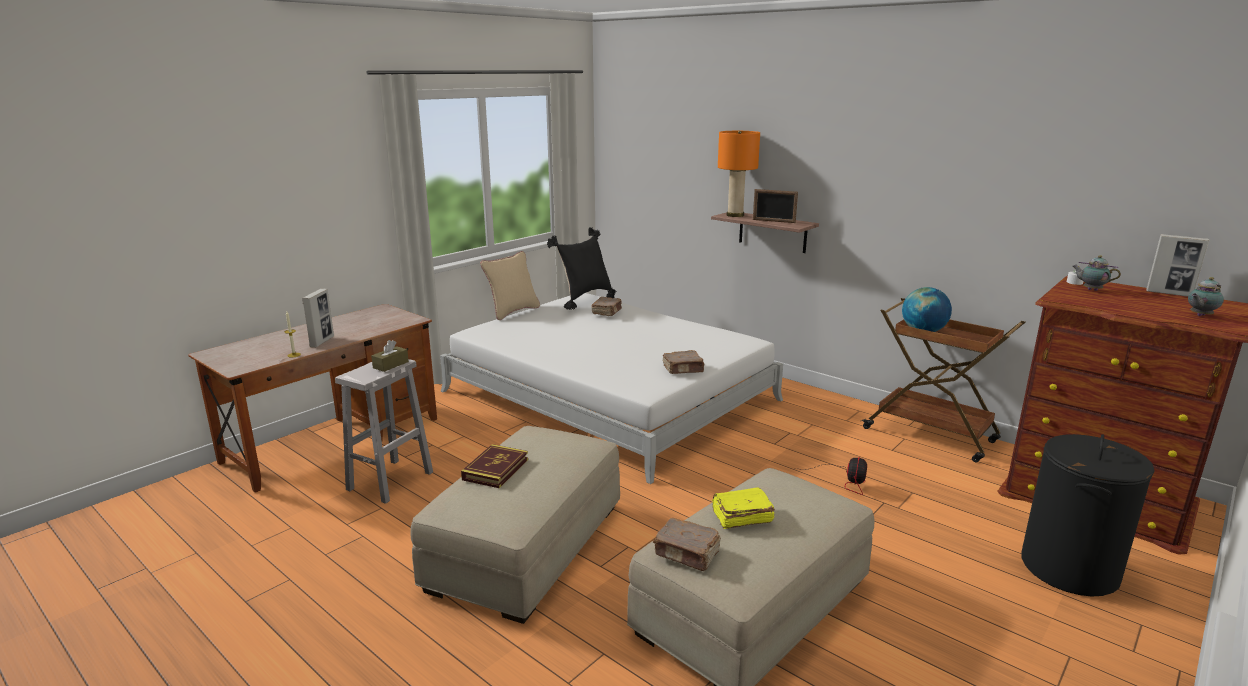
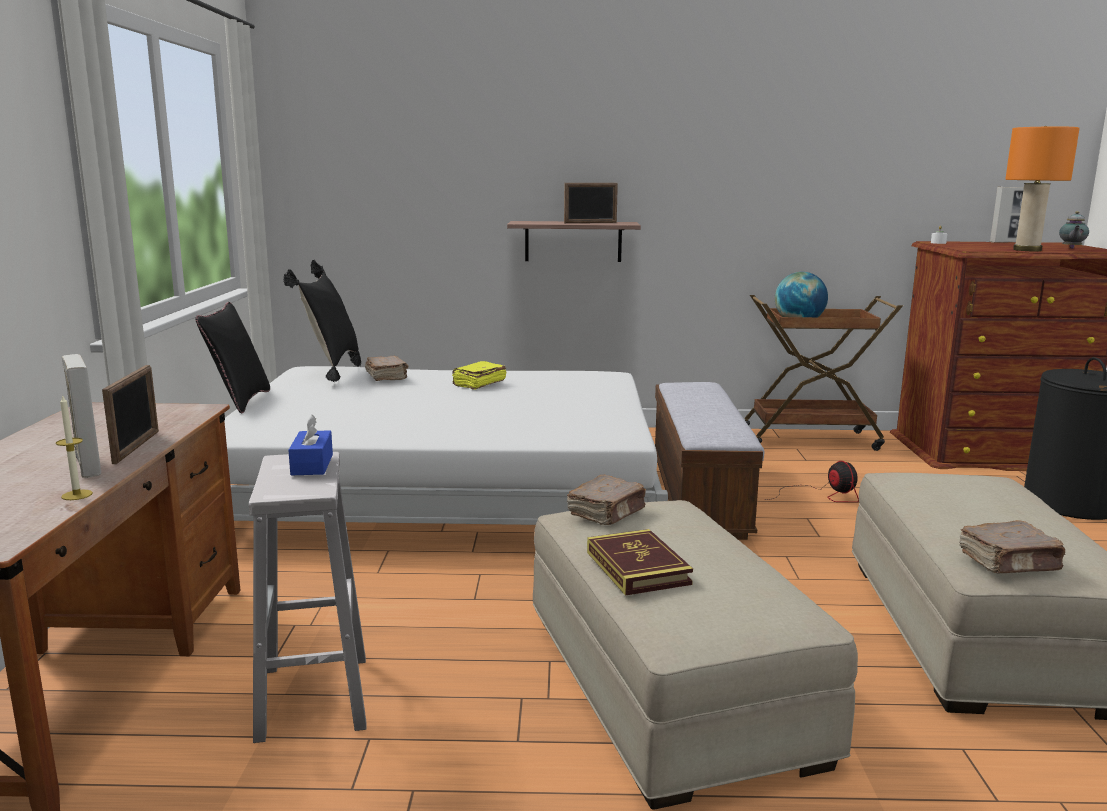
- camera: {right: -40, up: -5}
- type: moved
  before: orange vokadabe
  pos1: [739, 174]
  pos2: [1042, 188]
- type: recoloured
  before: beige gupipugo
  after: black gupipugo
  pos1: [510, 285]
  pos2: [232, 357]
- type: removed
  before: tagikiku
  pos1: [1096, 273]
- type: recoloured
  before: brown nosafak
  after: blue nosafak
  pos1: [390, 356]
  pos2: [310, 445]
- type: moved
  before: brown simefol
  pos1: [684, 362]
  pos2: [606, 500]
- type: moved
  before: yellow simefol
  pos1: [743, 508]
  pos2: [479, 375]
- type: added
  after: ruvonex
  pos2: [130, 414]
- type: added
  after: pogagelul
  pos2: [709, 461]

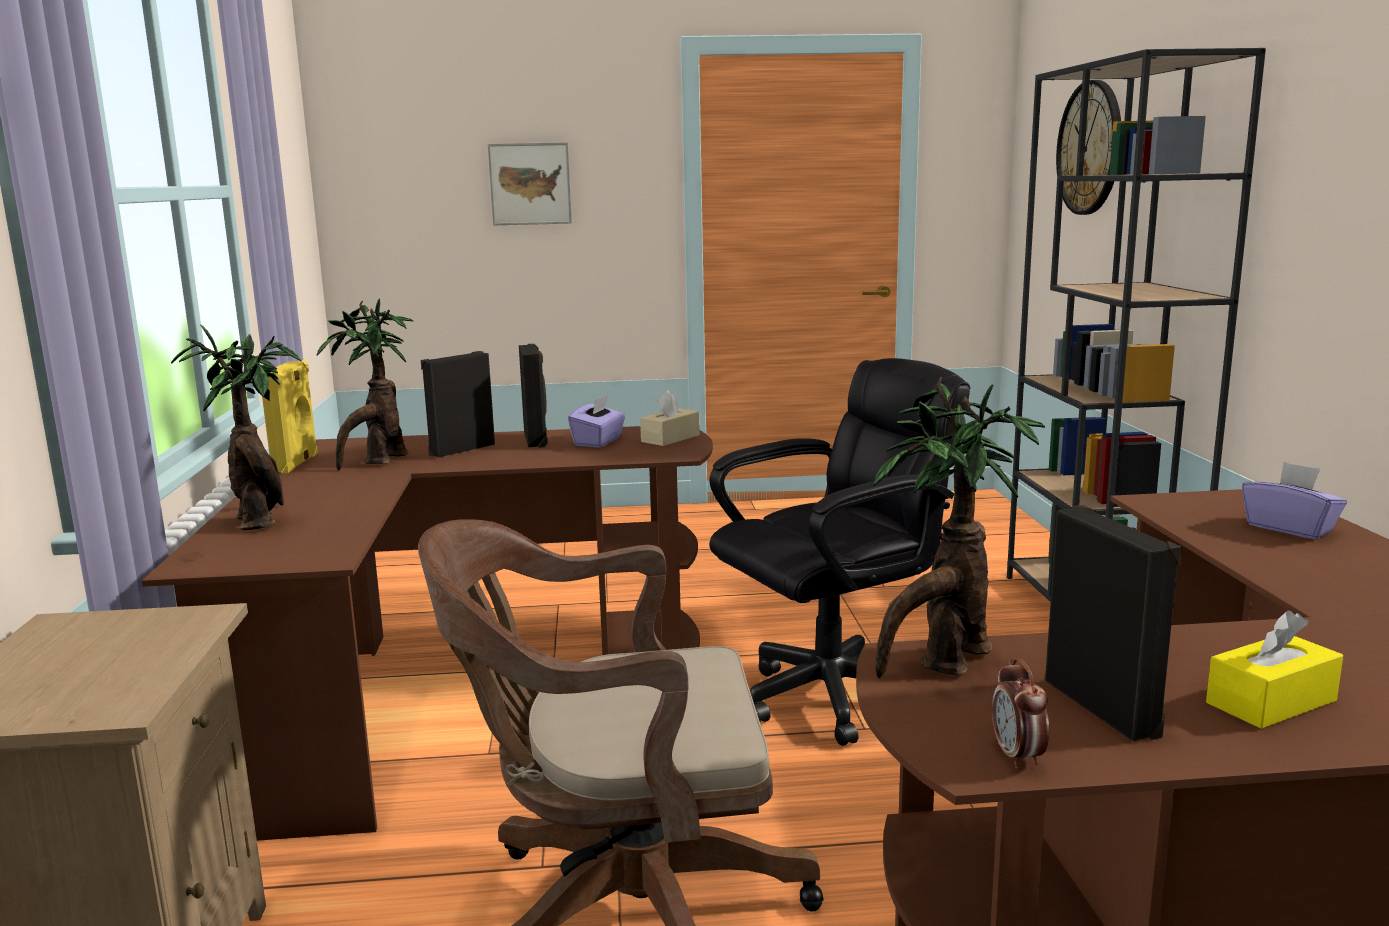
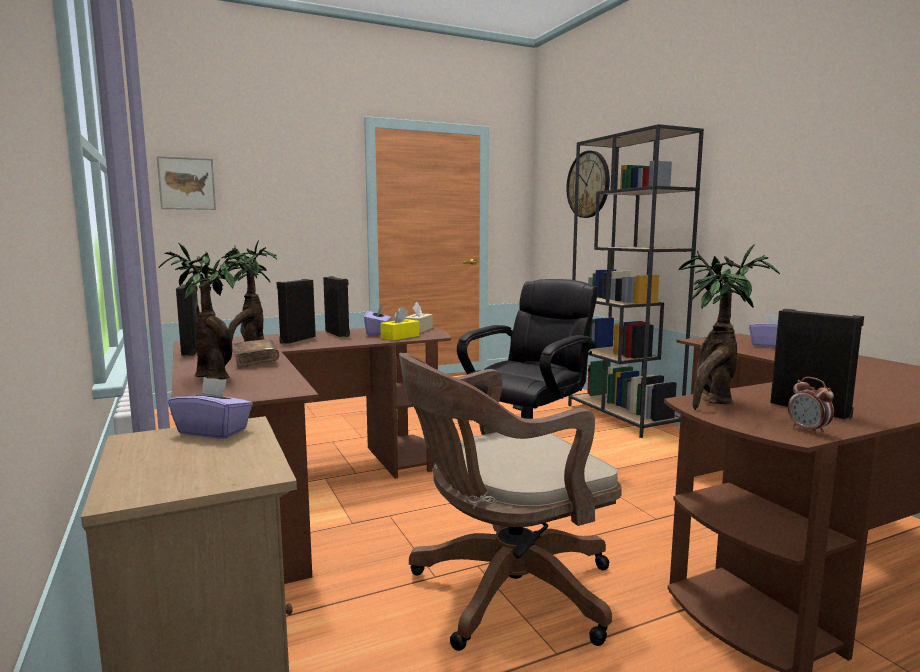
- camera: {right: -20, up: -5}
- type: moved
  before: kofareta
  pos1: [530, 183]
  pos2: [186, 183]
- type: recoloured
  before: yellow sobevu
  after: black sobevu
  pos1: [290, 416]
  pos2: [188, 320]
- type: moved
  before: yellow nosafak
  pos1: [1274, 669]
  pos2: [399, 324]
- type: added
  after: brown simefol
  pos2: [256, 354]
- type: added
  after: purple nosafak
  pos2: [210, 408]

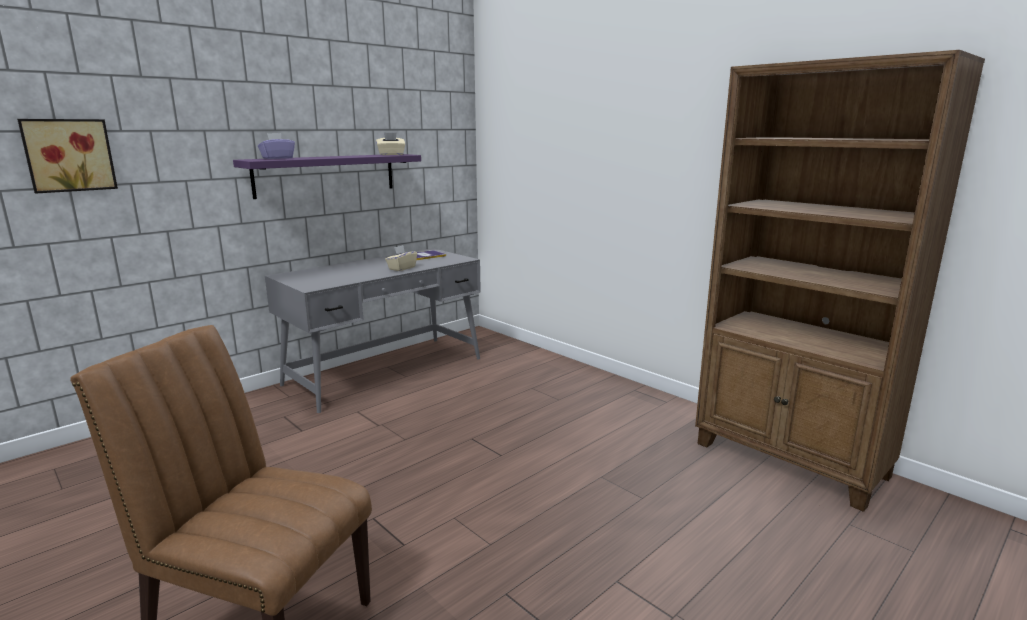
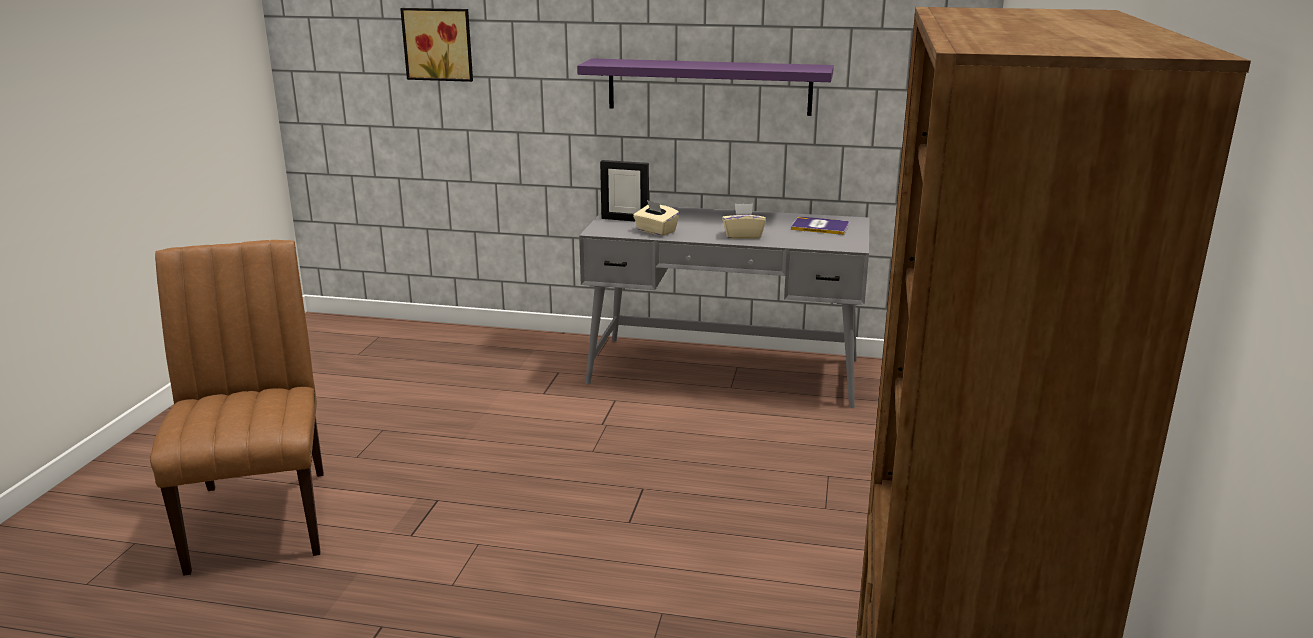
- camera: {right: 55, up: 5}
- type: moved
  before: beige nosafak
  pos1: [390, 143]
  pos2: [656, 218]
- type: removed
  before: purple nosafak
  pos1: [276, 146]
- type: added
  after: ruvonex
  pos2: [624, 190]

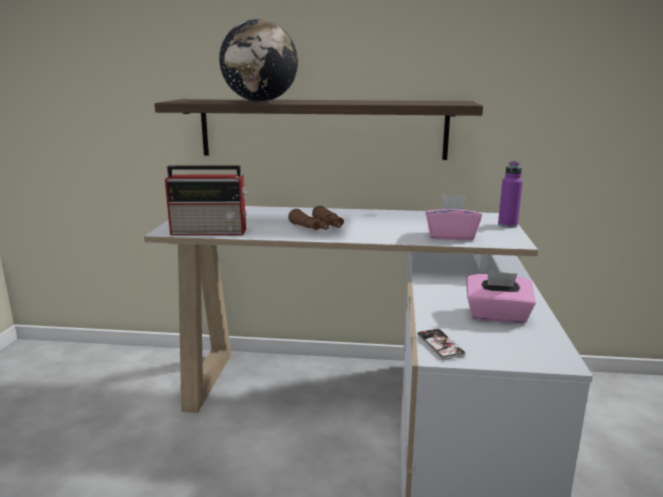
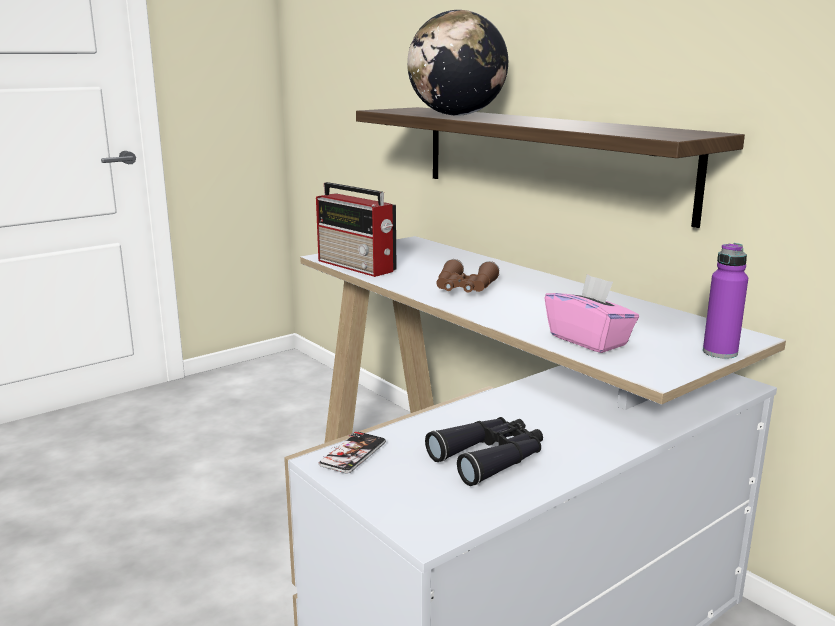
- camera: {right: 45, up: 0}
- type: replaced
  before: pink nosafak
  after: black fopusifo
  pos1: [501, 297]
  pos2: [484, 451]

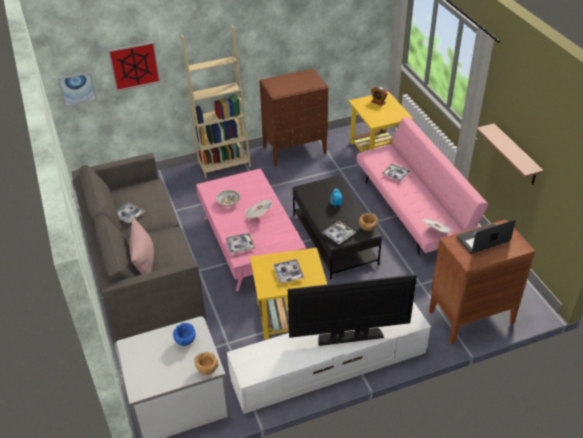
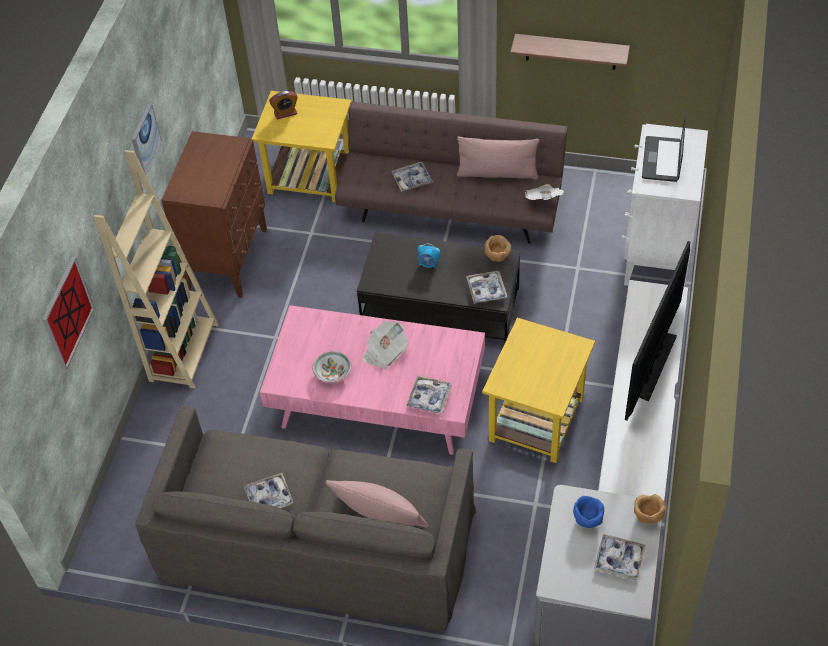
- camera: {right: -55, up: 10}
- type: moved
  before: kofareta
  pos1: [77, 89]
  pos2: [147, 139]
- type: recoloured
  before: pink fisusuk
  after: brown fisusuk
  pos1: [422, 186]
  pos2: [451, 172]
- type: recoloured
  before: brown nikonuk
  after: white nikonuk
  pos1: [482, 281]
  pos2: [665, 205]
- type: moved
  before: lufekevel
  pos1: [288, 271]
  pos2: [620, 557]
- type: added
  after: pink gupipugo
  pos2: [498, 158]

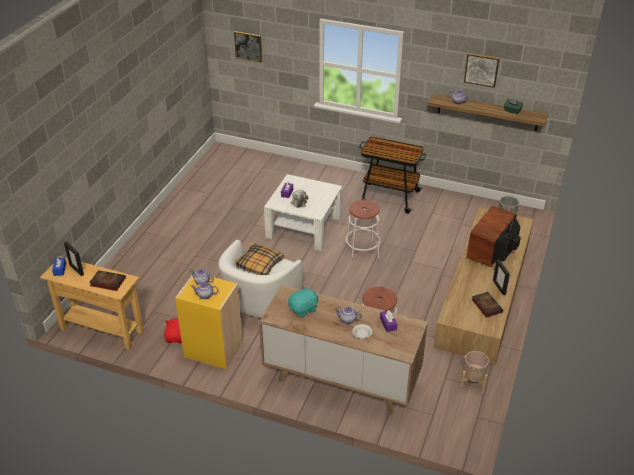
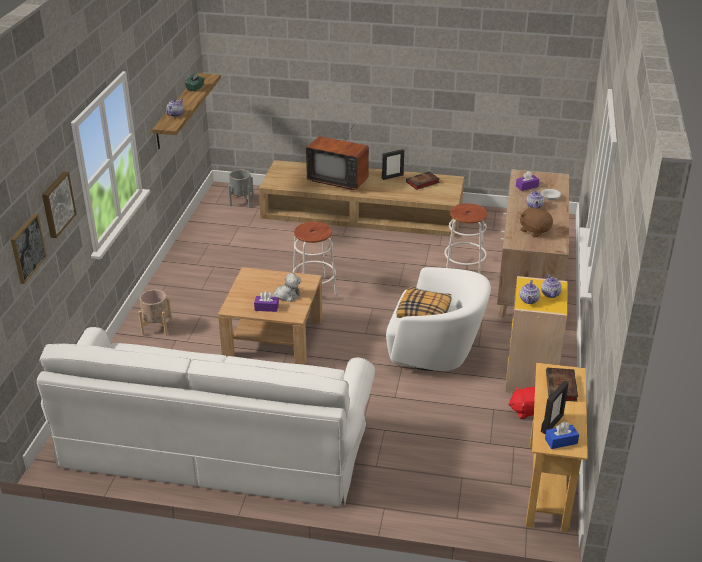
- camera: {right: -100, up: -5}
- type: moved
  before: kofareta
  pos1: [481, 70]
  pos2: [59, 205]
- type: removed
  before: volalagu
  pos1: [392, 175]
- type: recoloured
  before: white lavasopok
  after: brown lavasopok
  pos1: [303, 212]
  pos2: [270, 316]
- type: recoloured
  before: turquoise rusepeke
  after: brown rusepeke
  pos1: [303, 302]
  pos2: [536, 221]
- type: moved
  before: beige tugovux
  pos1: [474, 372]
  pos2: [155, 312]
- type: added
  after: white fisusuk
  pos2: [206, 417]

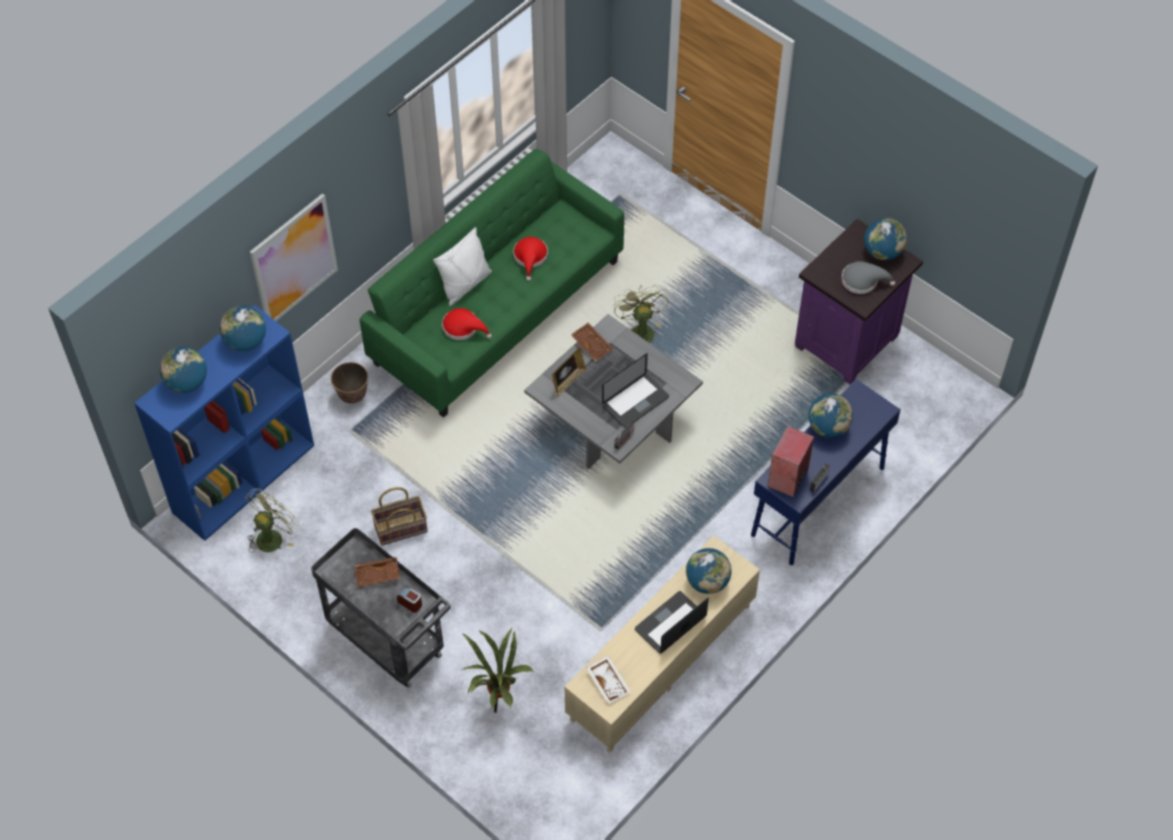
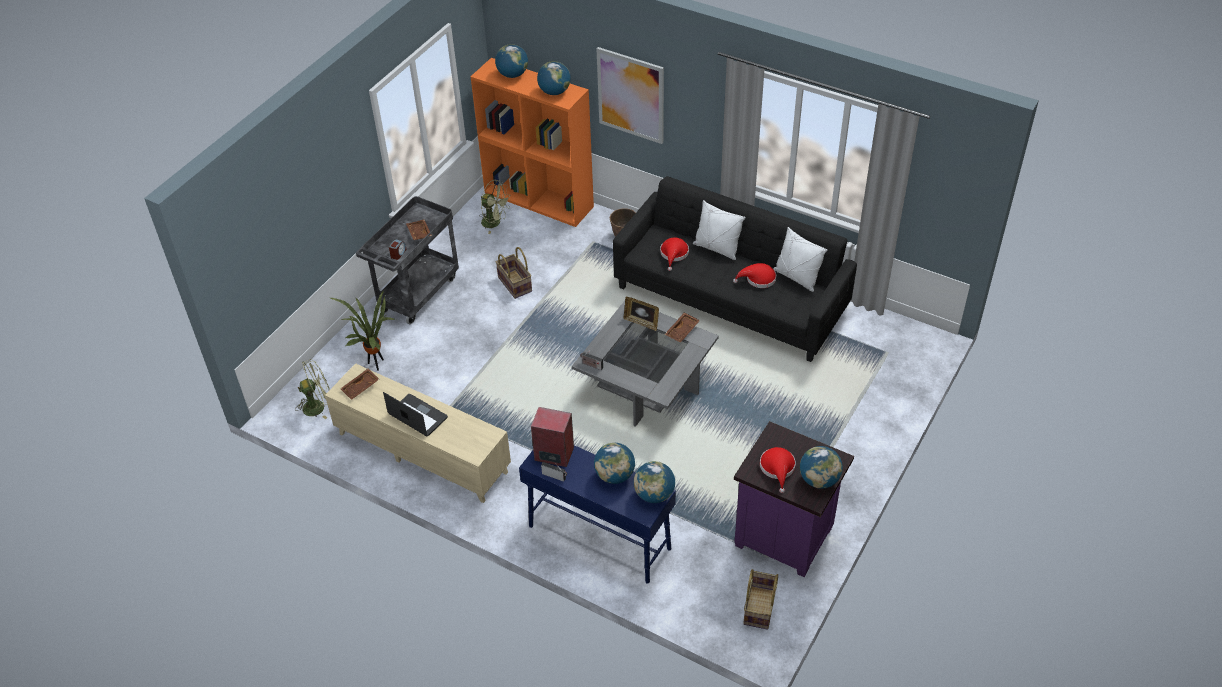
- camera: {right: 80, up: -10}
- type: recoloured
  before: green fisusuk
  after: black fisusuk
  pos1: [492, 283]
  pos2: [735, 269]
- type: recoloured
  before: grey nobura
  after: red nobura
  pos1: [868, 277]
  pos2: [778, 470]
- type: moved
  before: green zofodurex
  pos1: [641, 314]
  pos2: [312, 389]
- type: recoloured
  before: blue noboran
  after: orange noboran
  pos1: [224, 423]
  pos2: [532, 142]
- type: removed
  before: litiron
  pos1: [635, 390]
- type: moved
  before: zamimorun
  pos1: [709, 571]
  pos2: [654, 482]
- type: recoloured
  before: white lufekevel
  after: brown lufekevel
  pos1: [608, 680]
  pos2: [360, 384]
- type: added
  after: white gupipugo
  pos2: [801, 259]
- type: added
  after: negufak
  pos2: [760, 599]

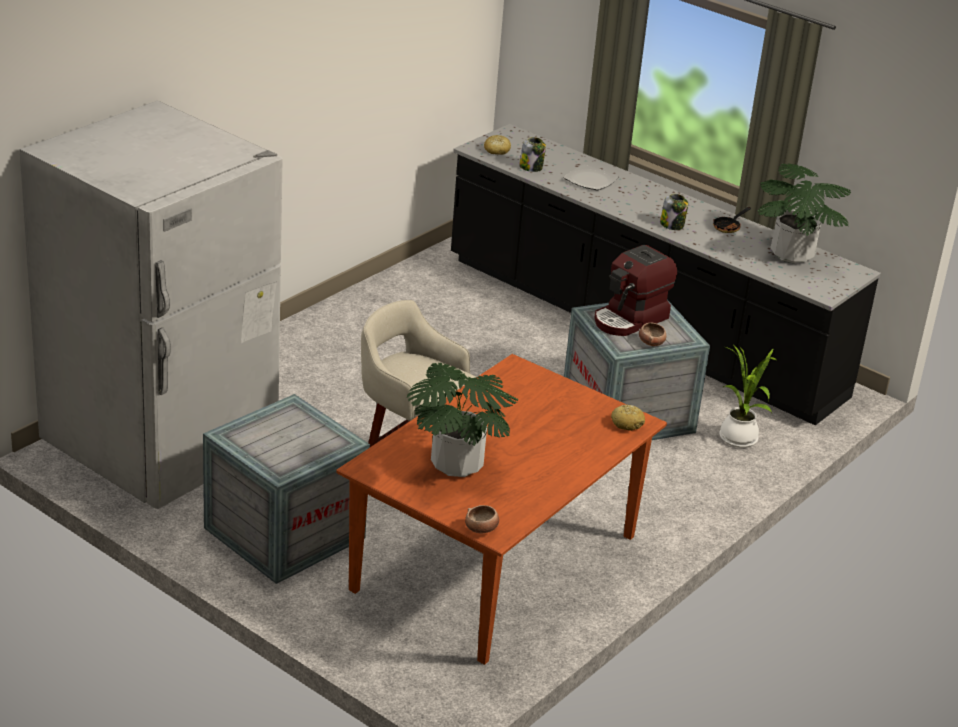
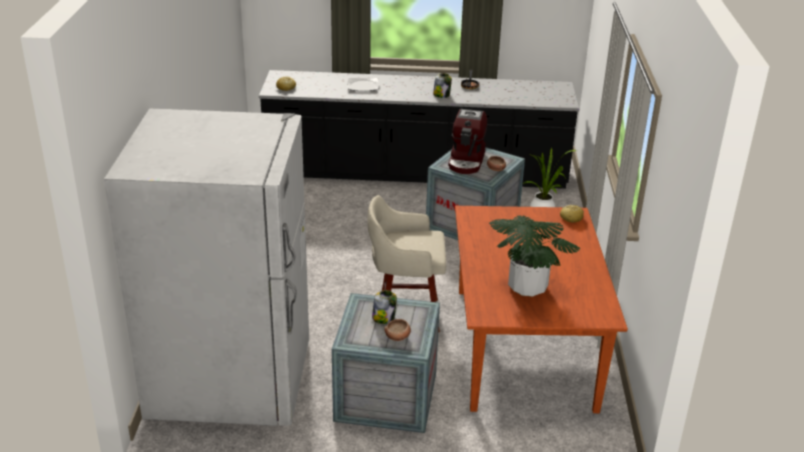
- camera: {right: -35, up: 0}
- type: moved
  before: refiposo
  pos1: [532, 154]
  pos2: [384, 307]
- type: removed
  before: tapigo
  pos1: [804, 213]
- type: moved
  before: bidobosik
  pos1: [482, 519]
  pos2: [397, 330]

